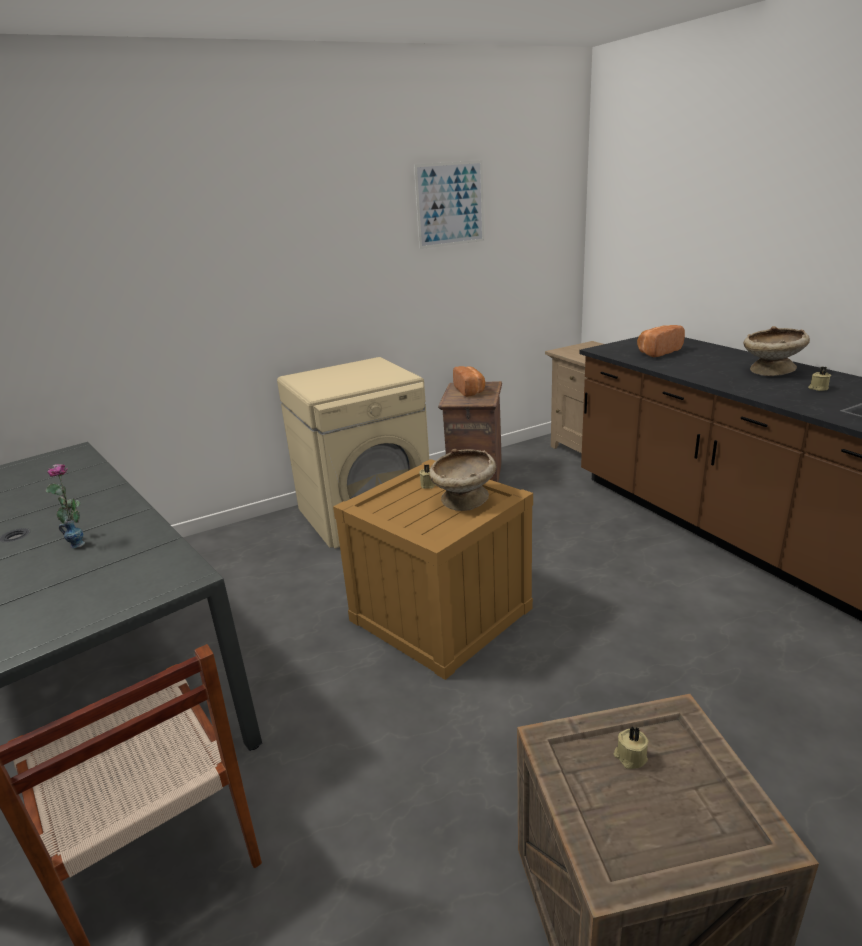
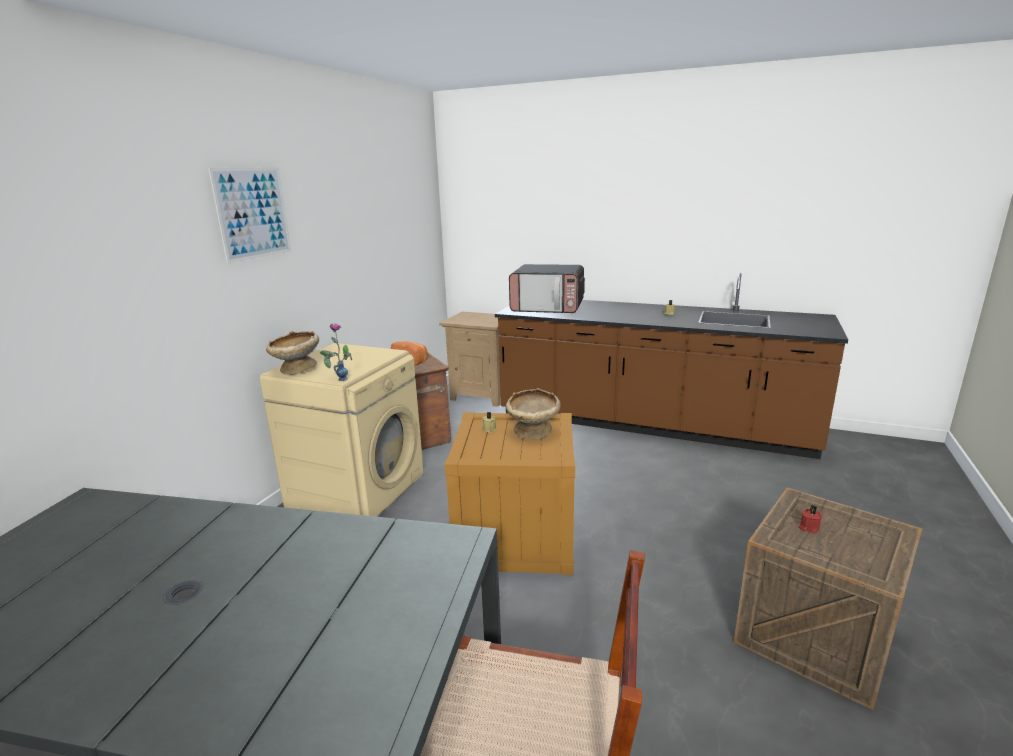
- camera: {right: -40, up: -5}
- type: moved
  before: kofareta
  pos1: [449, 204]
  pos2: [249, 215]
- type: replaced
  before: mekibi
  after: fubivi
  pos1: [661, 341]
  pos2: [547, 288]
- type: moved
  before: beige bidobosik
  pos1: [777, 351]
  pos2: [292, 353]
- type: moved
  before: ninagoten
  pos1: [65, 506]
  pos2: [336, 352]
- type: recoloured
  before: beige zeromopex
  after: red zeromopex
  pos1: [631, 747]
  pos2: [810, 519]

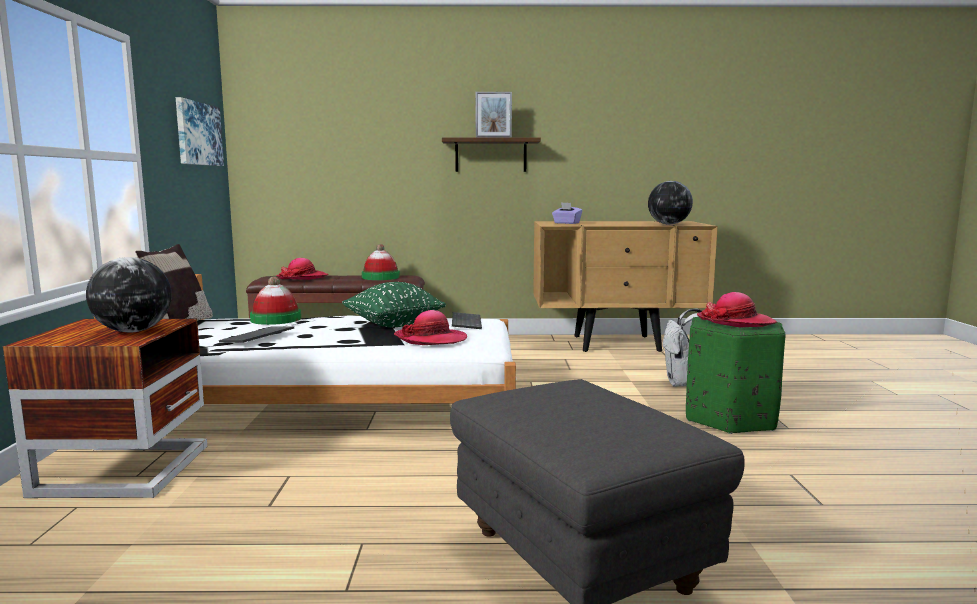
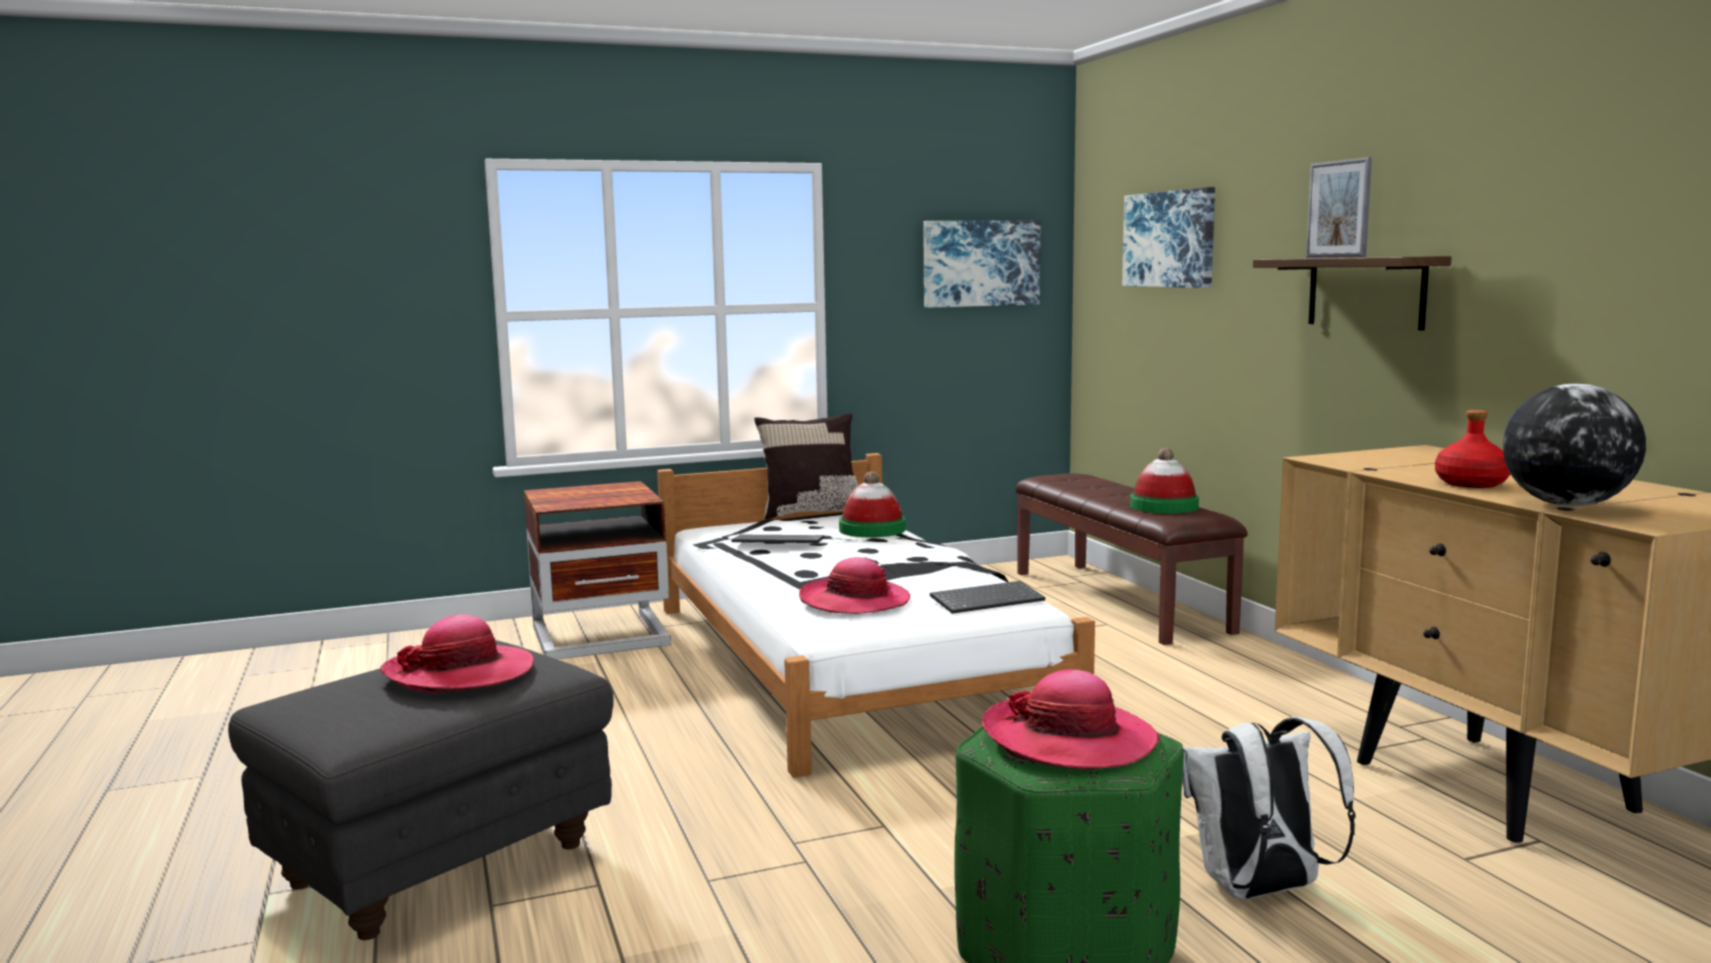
- camera: {right: 70, up: 0}
- type: removed
  before: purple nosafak
  pos1: [567, 213]
- type: removed
  before: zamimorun
  pos1: [129, 295]
- type: moved
  before: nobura
  pos1: [302, 269]
  pos2: [457, 654]
- type: removed
  before: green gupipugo
  pos1: [394, 304]
- type: added
  after: kofareta
  pos2: [1168, 237]
- type: added
  after: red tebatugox
  pos2: [1473, 449]

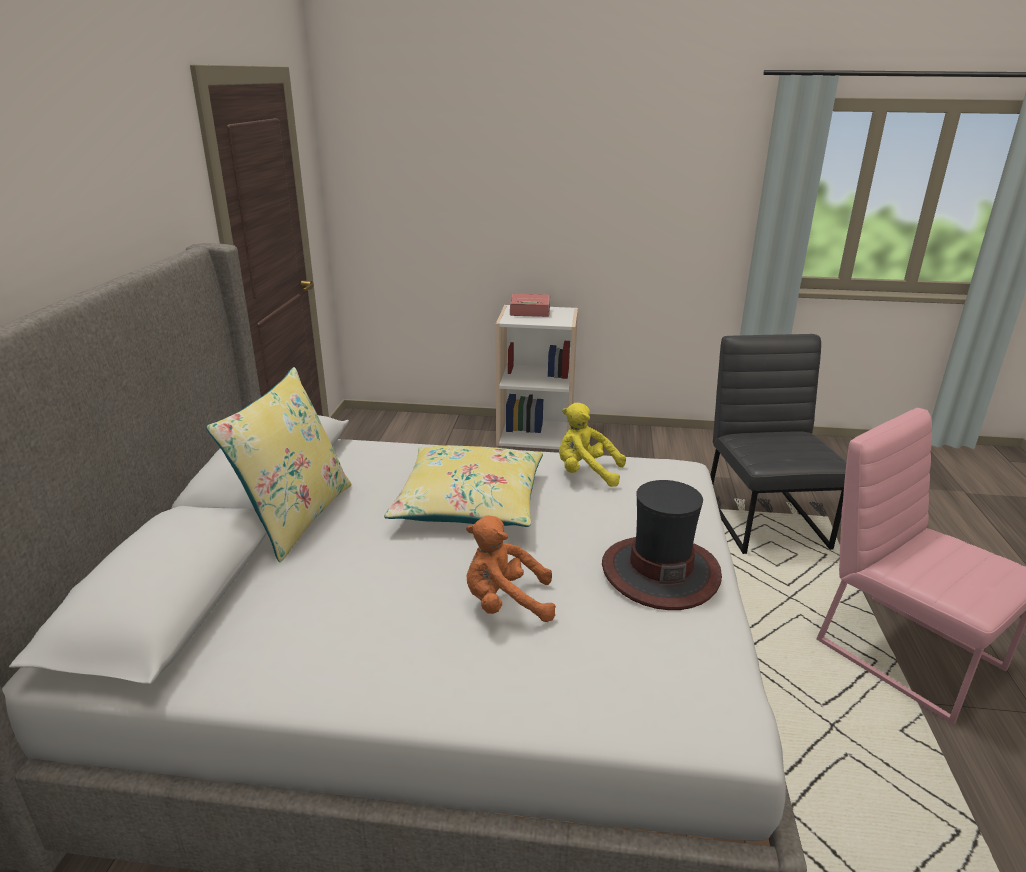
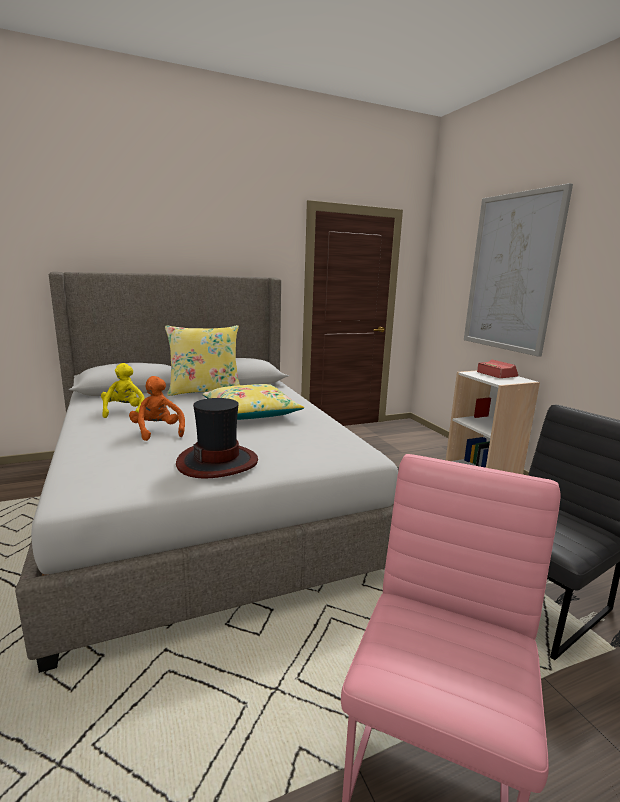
- camera: {right: 60, up: -10}
- type: moved
  before: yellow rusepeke
  pos1: [592, 445]
  pos2: [123, 390]
- type: added
  after: kofareta
  pos2: [518, 270]

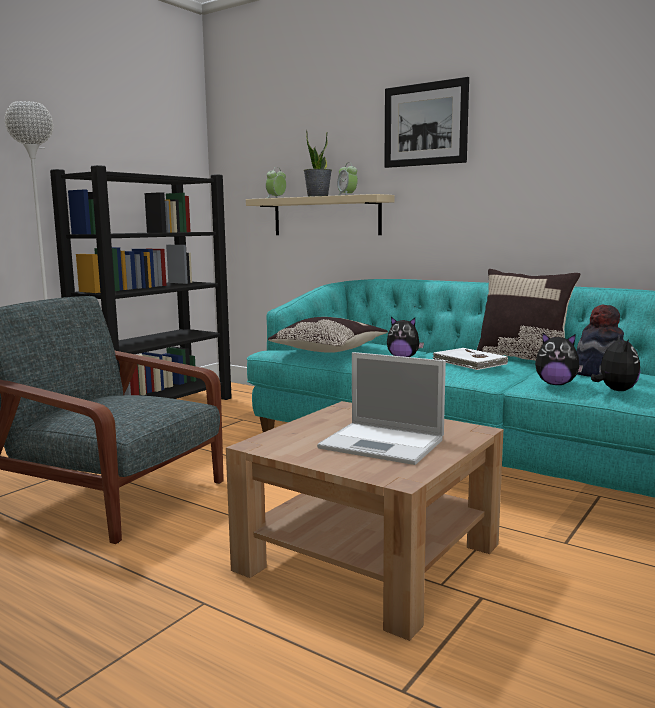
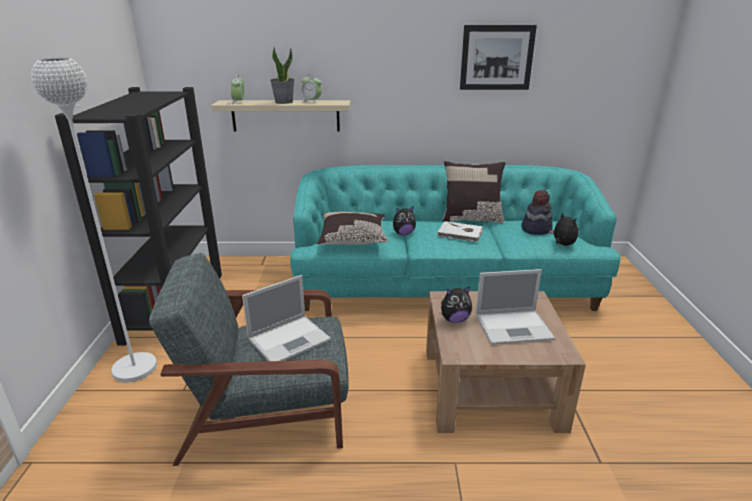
- camera: {right: -35, up: 15}
- type: moved
  before: kofareta
  pos1: [426, 122]
  pos2: [498, 57]
- type: moved
  before: rusepeke
  pos1: [559, 359]
  pos2: [456, 304]
- type: added
  after: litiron
  pos2: [286, 318]

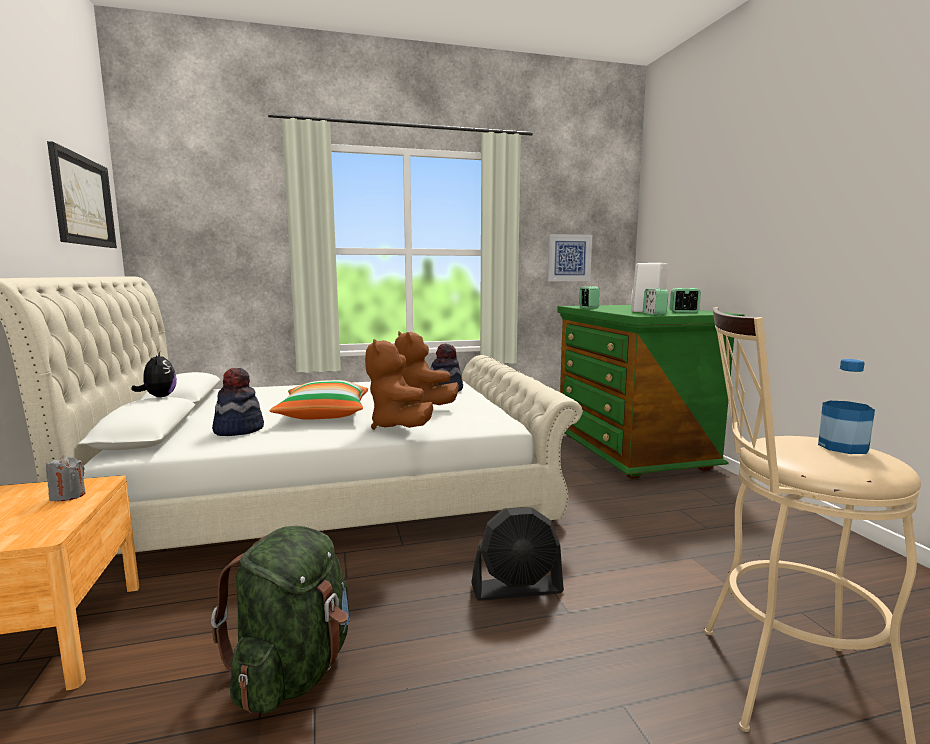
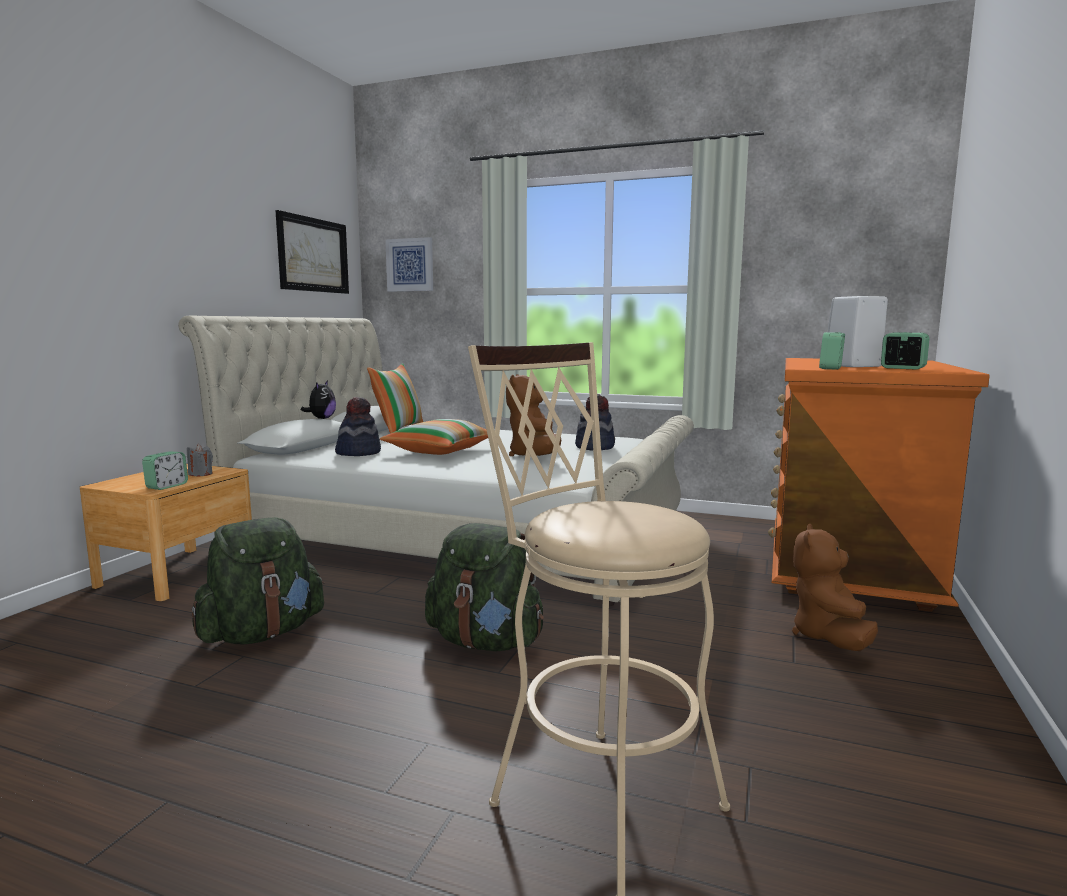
- camera: {right: 35, up: 0}
- type: moved
  before: kofareta
  pos1: [569, 257]
  pos2: [409, 264]
- type: moved
  before: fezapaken
  pos1: [589, 297]
  pos2: [165, 471]
- type: recoloured
  before: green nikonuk
  after: orange nikonuk
  pos1: [650, 392]
  pos2: [879, 485]
- type: moved
  before: brown rusepeke
  pos1: [399, 384]
  pos2: [835, 587]
- type: removed
  before: tebatugox
  pos1: [846, 406]
- type: replaced
  before: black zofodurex
  after: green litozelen
  pos1: [517, 554]
  pos2: [484, 587]
- type: added
  after: gupipugo
  pos2: [395, 398]

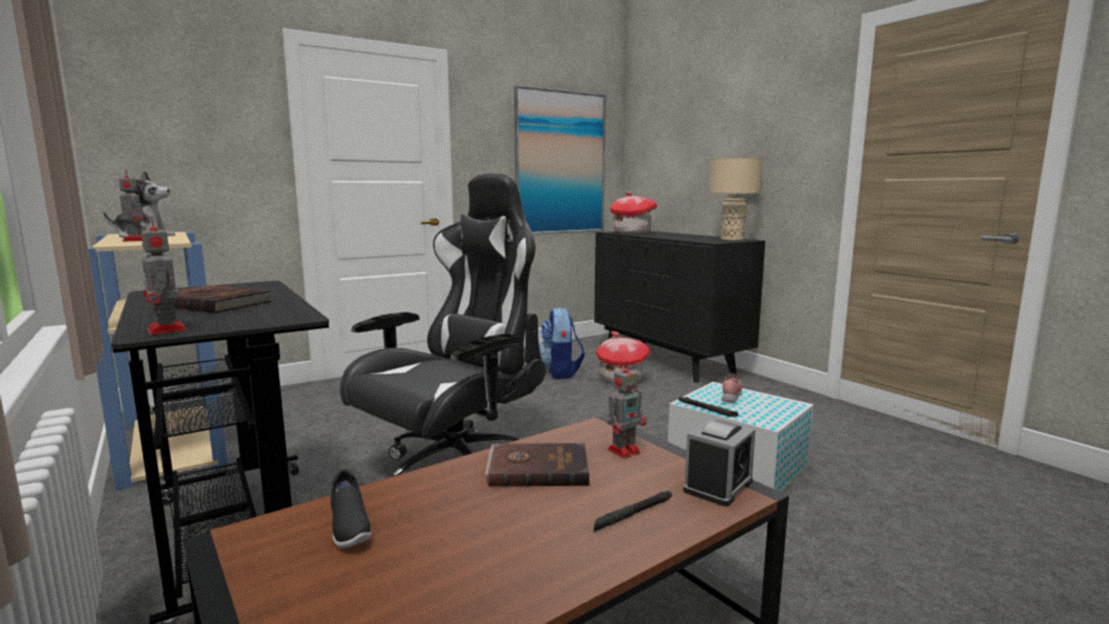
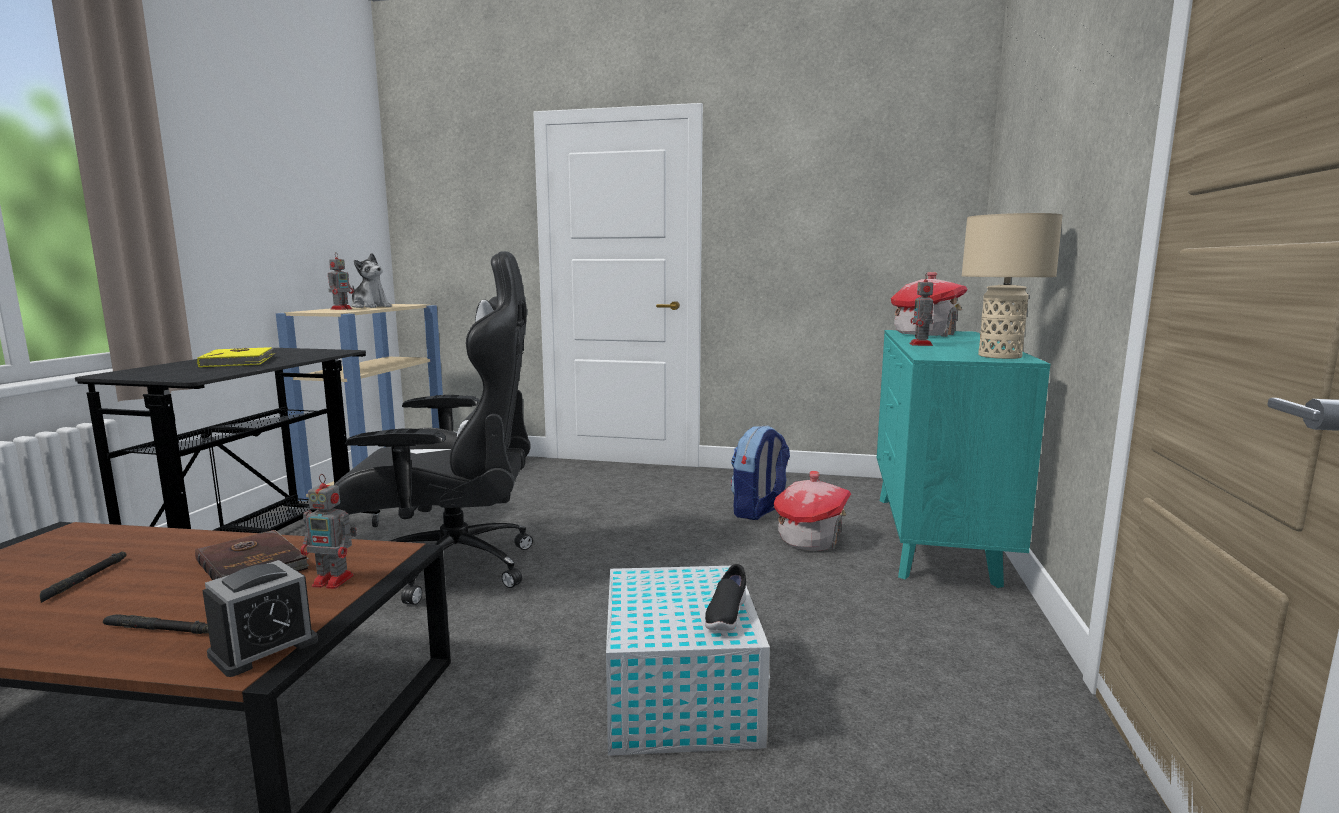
- camera: {right: 45, up: 0}
- type: removed
  before: kofareta
  pos1: [560, 159]
- type: moved
  before: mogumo
  pos1: [164, 275]
  pos2: [921, 309]
- type: recoloured
  before: black nikonuk
  after: turquoise nikonuk
  pos1: [679, 307]
  pos2: [964, 459]
- type: recoloured
  before: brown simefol
  after: yellow simefol
  pos1: [222, 299]
  pos2: [237, 357]
- type: removed
  before: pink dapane
  pos1: [732, 388]
- type: moved
  before: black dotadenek
  pos1: [708, 407]
  pos2: [83, 577]
- type: turned
  before: fezapaken
  pos1: [719, 462]
  pos2: [260, 618]
  turn: -45
- type: moved
  before: black dapane
  pos1: [351, 508]
  pos2: [725, 597]

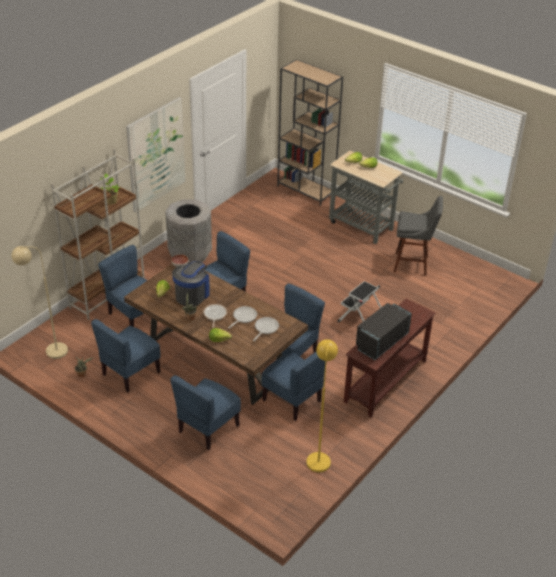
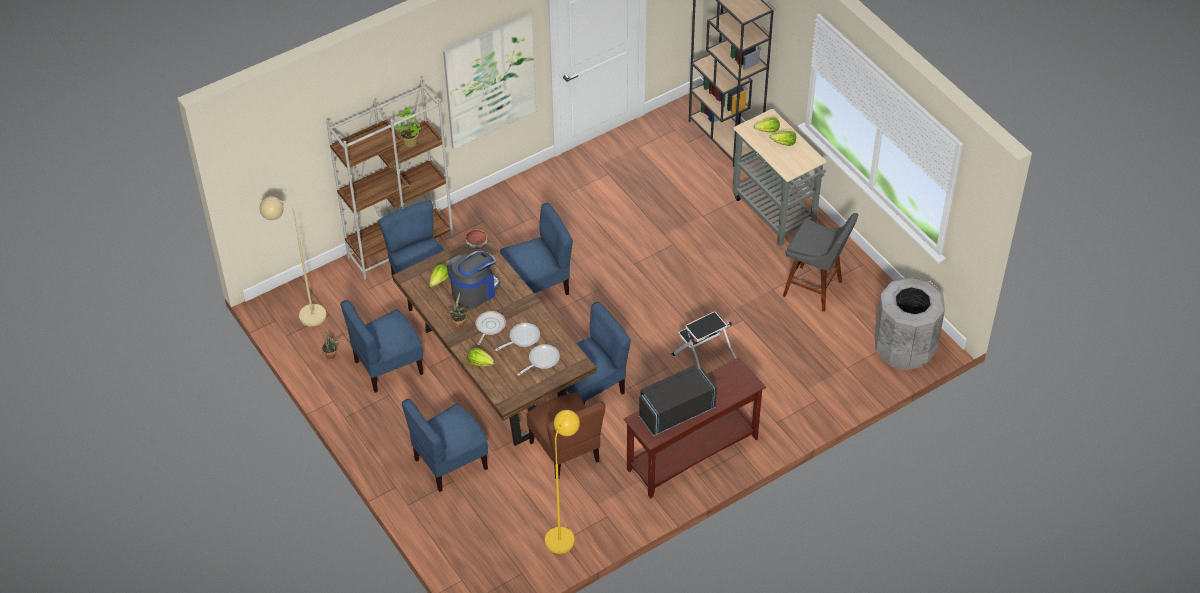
- camera: {right: 20, up: 10}
- type: moved
  before: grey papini
  pos1: [188, 230]
  pos2: [909, 323]
- type: recoloured
  before: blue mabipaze
  after: brown mabipaze
  pos1: [294, 386]
  pos2: [565, 435]

